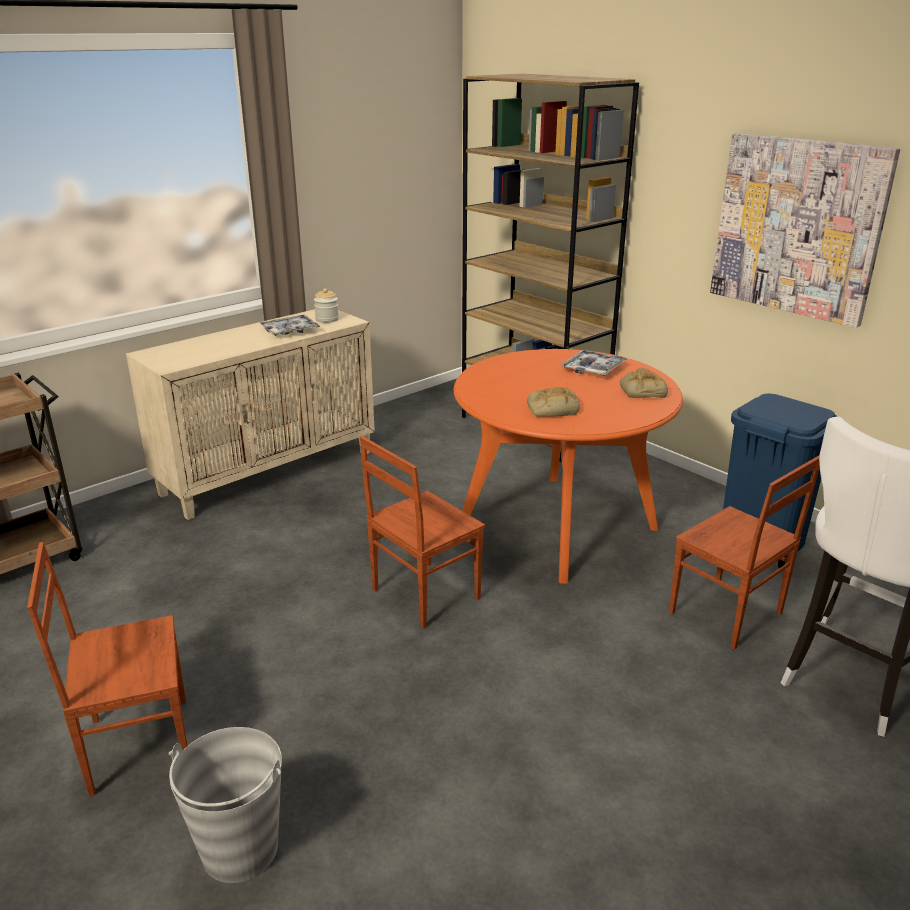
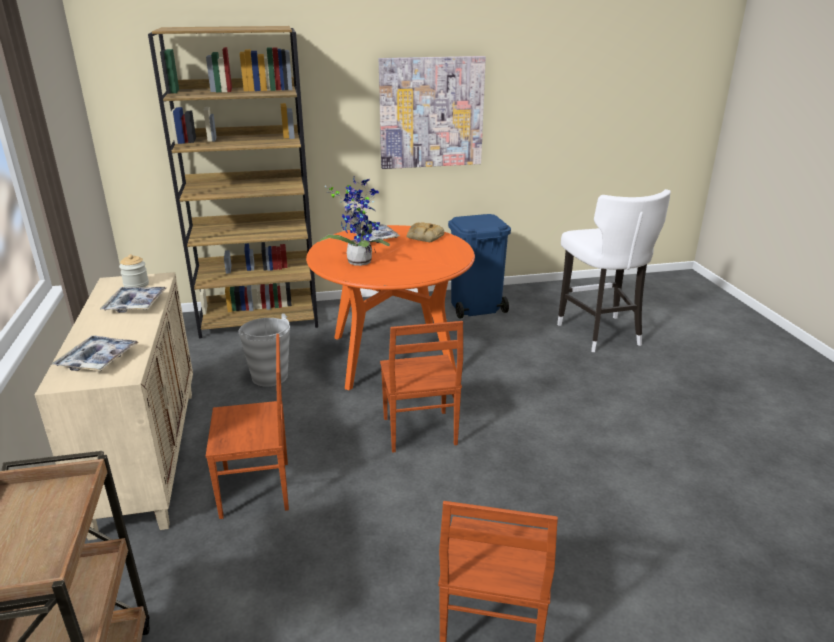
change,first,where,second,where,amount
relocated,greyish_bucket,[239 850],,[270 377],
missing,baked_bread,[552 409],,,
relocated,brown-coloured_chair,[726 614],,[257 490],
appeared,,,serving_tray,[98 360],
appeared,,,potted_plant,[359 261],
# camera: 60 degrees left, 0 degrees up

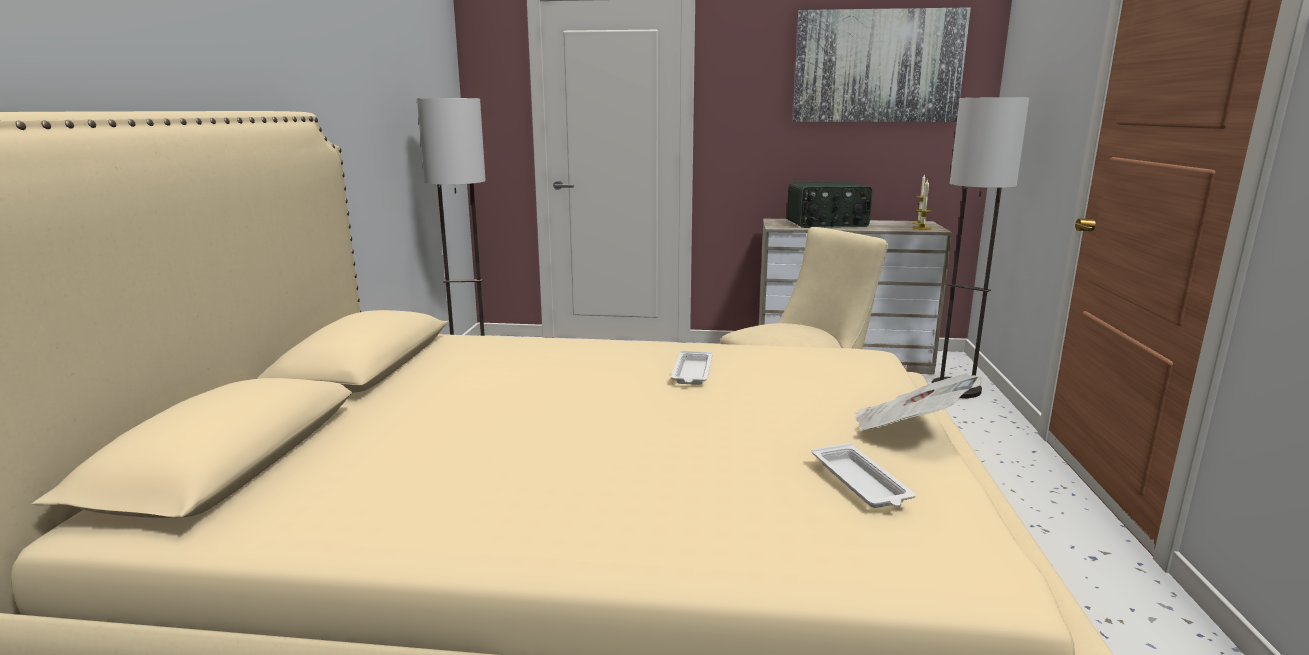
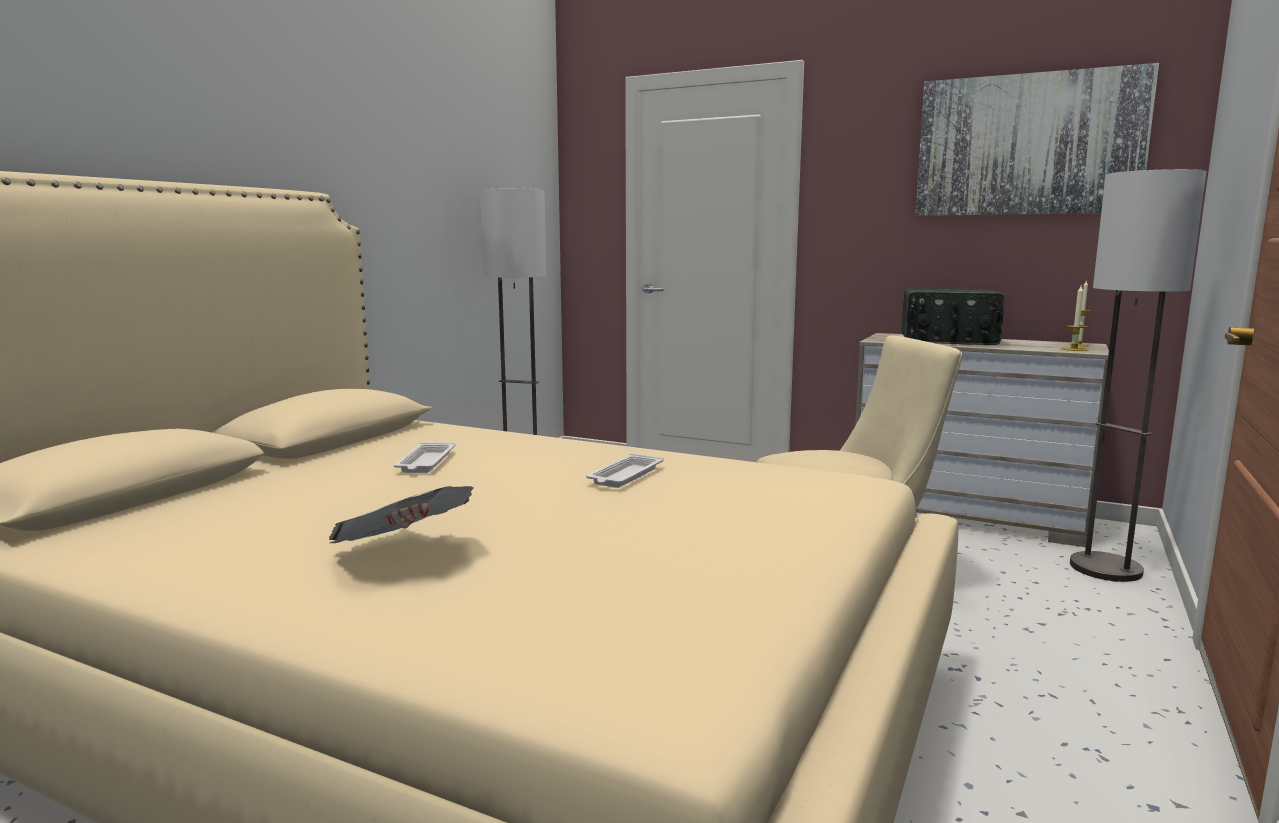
change,first,where,second,where,amount
relocated,white_serving_tray,[861 483],,[425 463],
relocated,newspaper,[907 431],,[403 553],
# camera: 20 degrees right, 5 degrees down

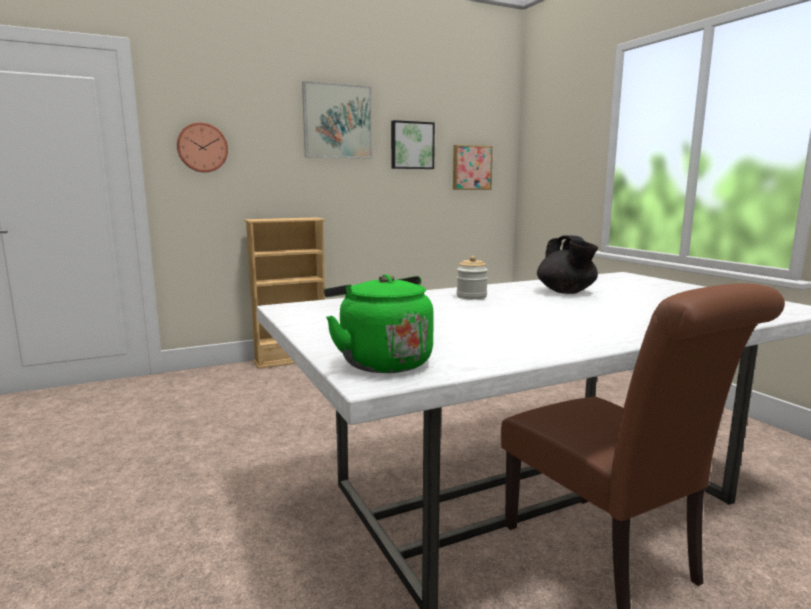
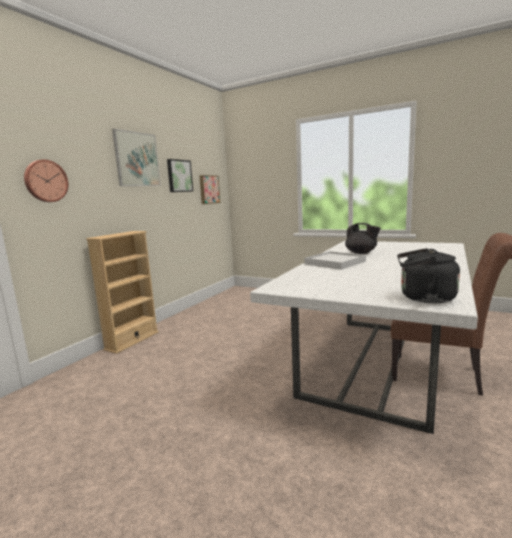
change,first,where,second,where,amount
colour,greenish_kettle,[381 362],black_kettle,[423 298],
exchanged,storage_jar,[471 296],white_serving_tray,[335 263],
# camera: 35 degrees left, 0 degrees up

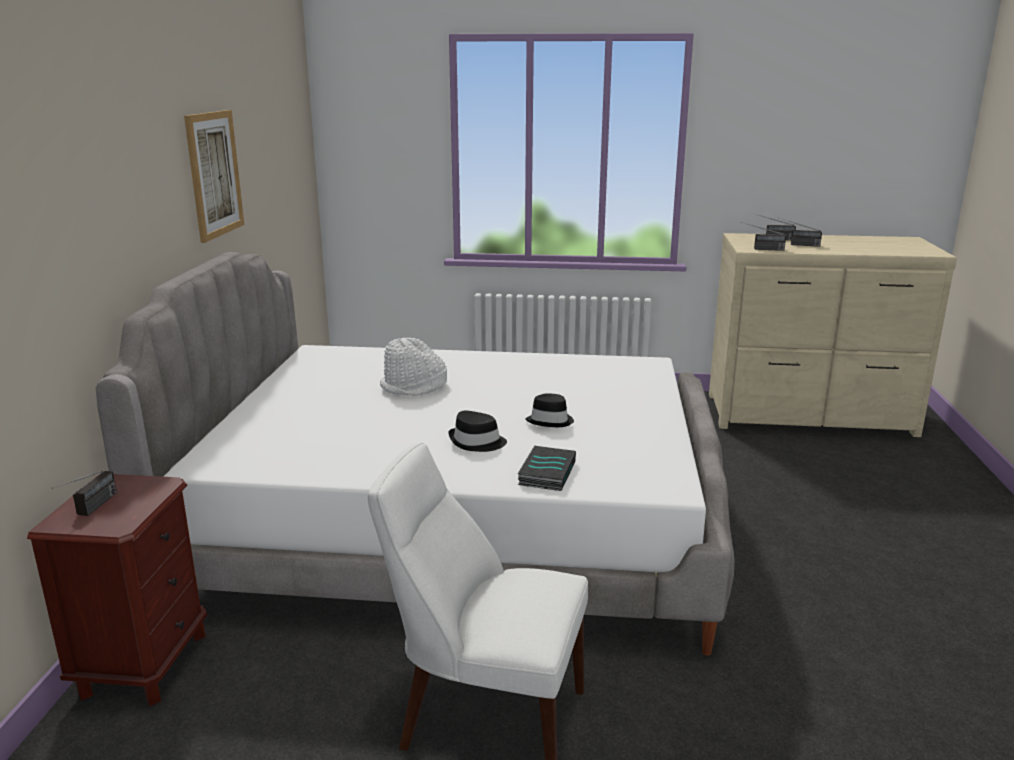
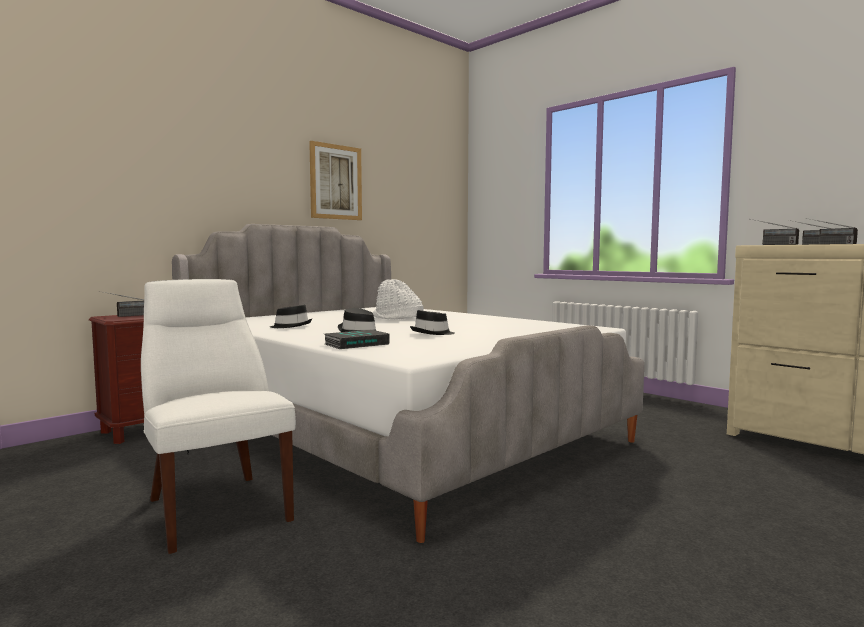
change,first,where,second,where,amount
appeared,,,black_clothing_hat,[291 326],
# camera: 40 degrees right, 15 degrees down

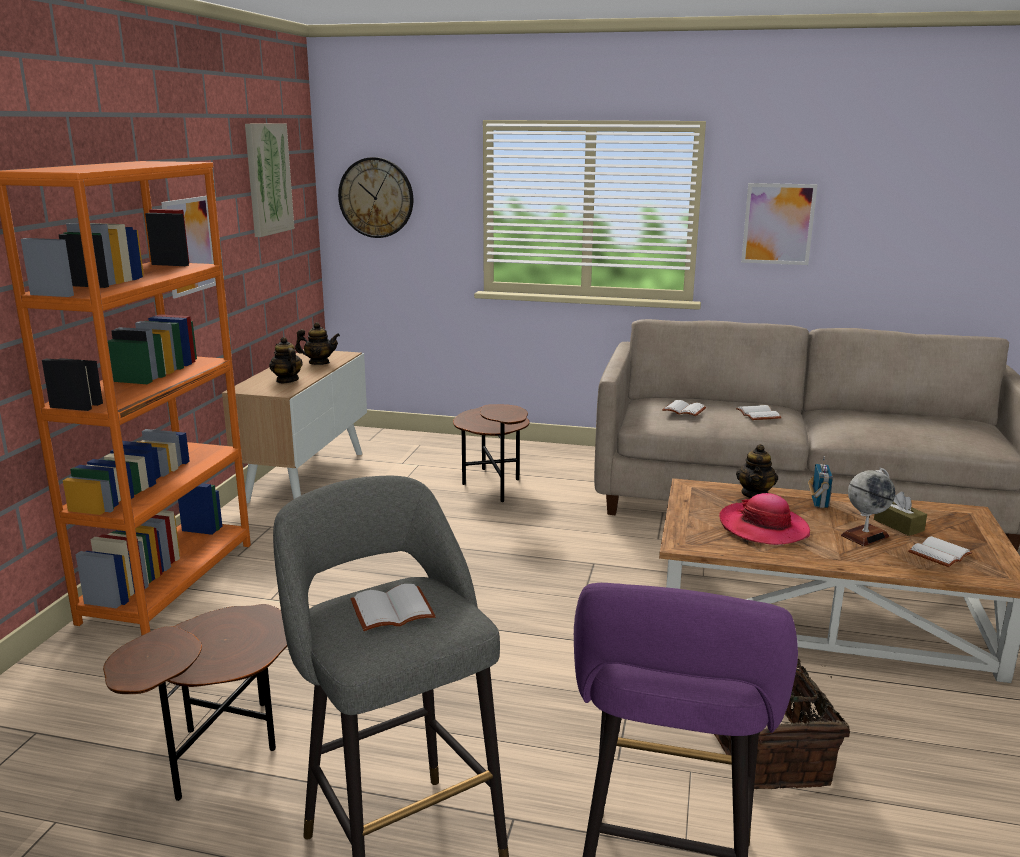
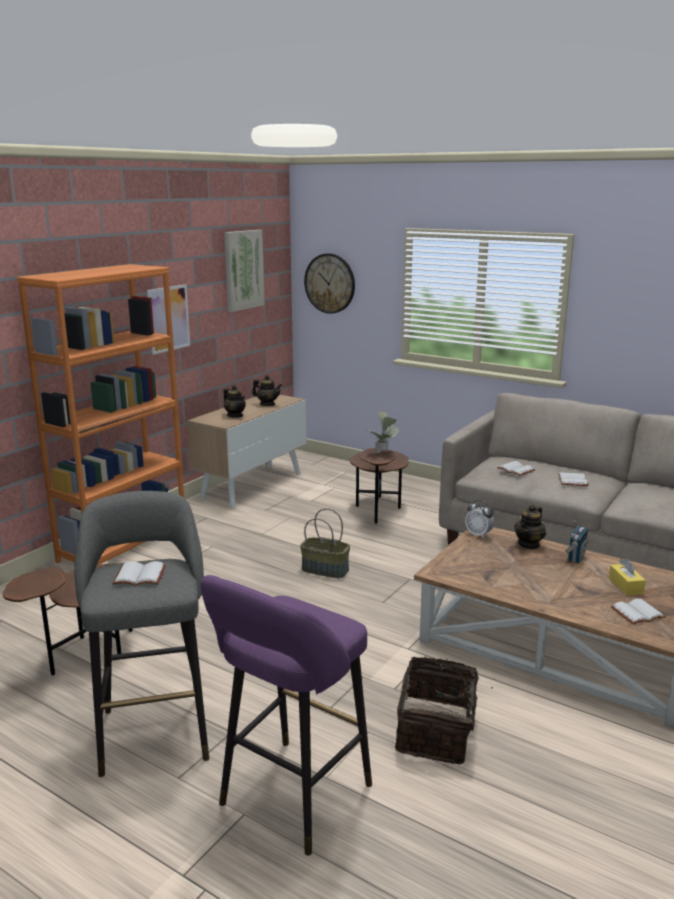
change,first,where,second,where,amount
spun,pot_for_tea,[287 380],,[235 415],150 degrees clockwise
missing,clothing_hat,[763 527],,,
missing,wall_art,[778 224],,,
missing,globe,[865 536],,,
colour,brown-coloured_tissue_box,[898 525],yellow-coloured_tissue_box,[625 586],
appeared,,,basket,[325 569],
appeared,,,potted_plant,[383 453],
appeared,,,bedside_clock,[478 534],
# camera: 20 degrees right, 0 degrees up

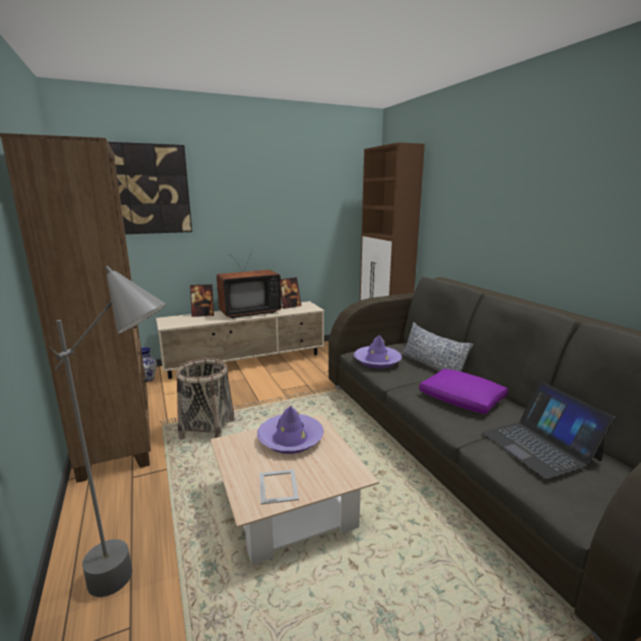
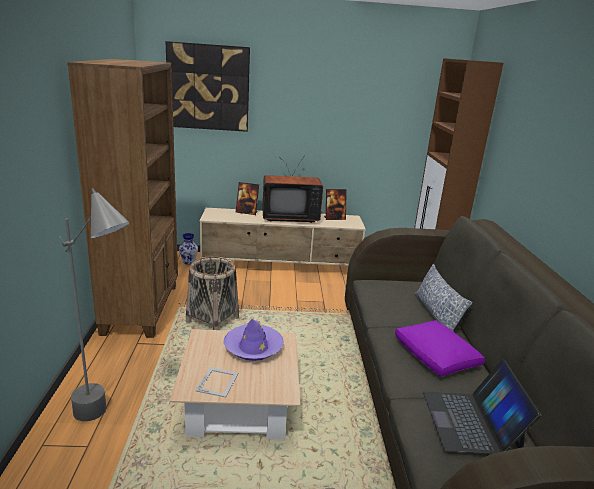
change,first,where,second,where,amount
missing,purple_clothing_hat,[377 361],,,
# camera: 20 degrees right, 5 degrees up

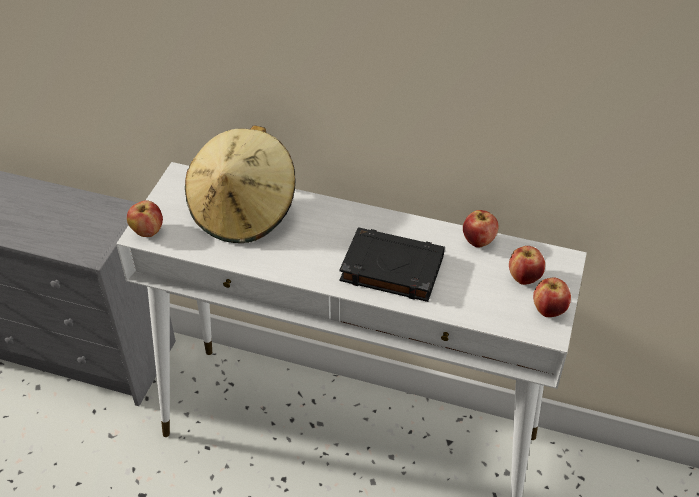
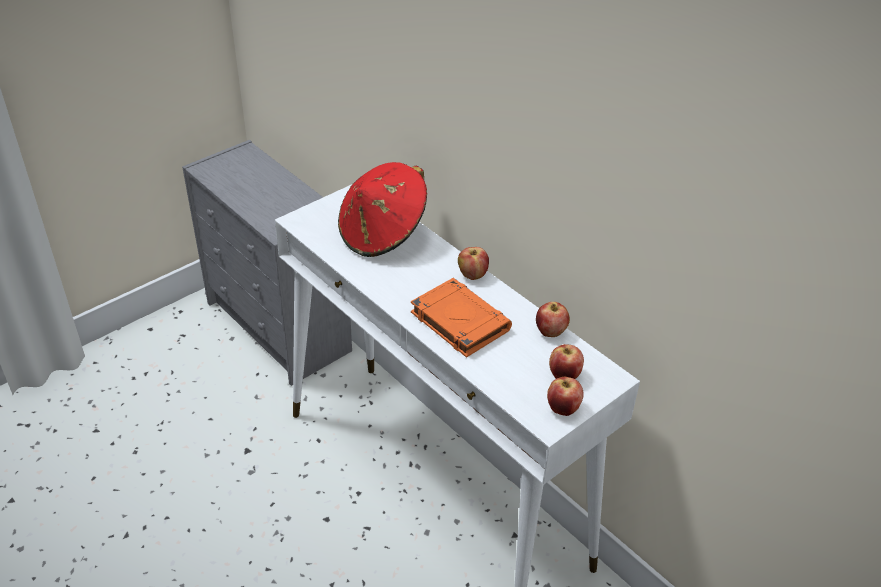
change,first,where,second,where,amount
relocated,apple_fruit,[148 231],,[472 275],
colour,sand-coloured_clothing_hat,[243 211],reddish_clothing_hat,[383 234],
colour,black_volume,[390 269],orangey_volume,[459 321],
# camera: 30 degrees right, 5 degrees down

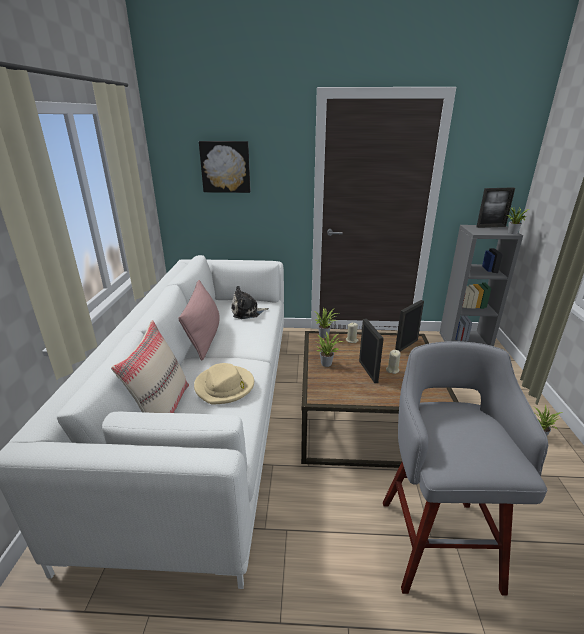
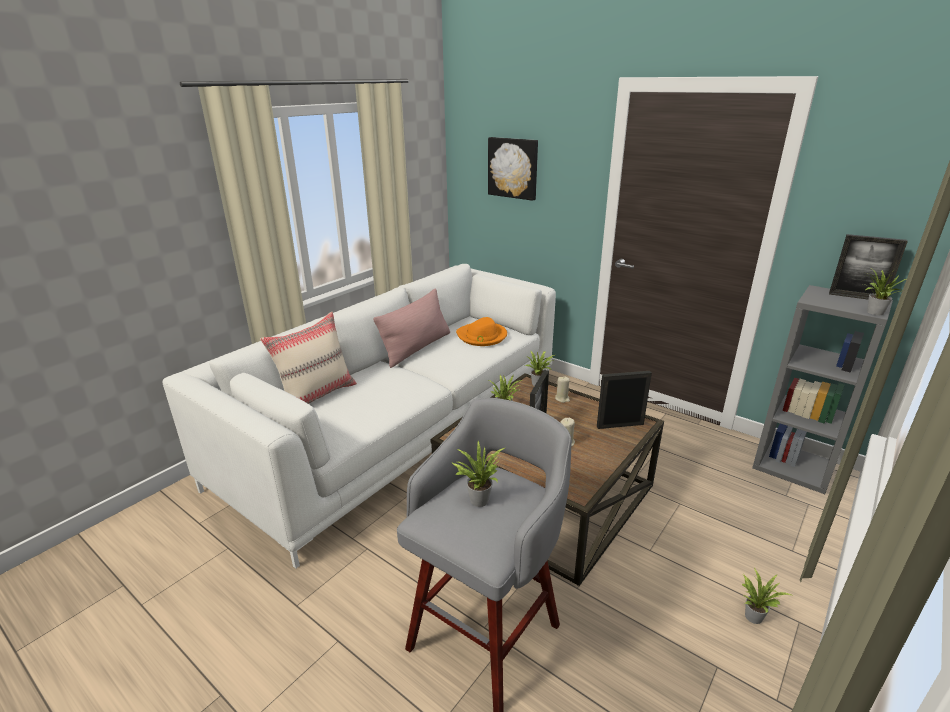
change,first,where,second,where,amount
missing,sand-coloured_clothing_hat,[225 387],,,
exchanged,soft_toy,[247 312],orangey_clothing_hat,[482 336],
appeared,,,potted_plant,[477 498],
# camera: 35 degrees right, 0 degrees up

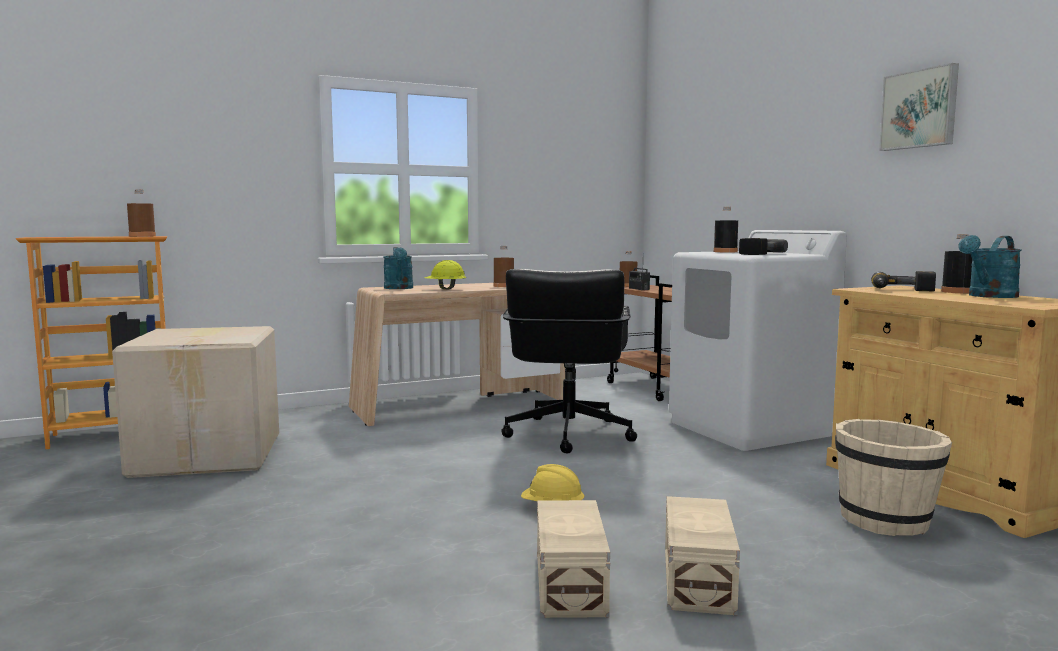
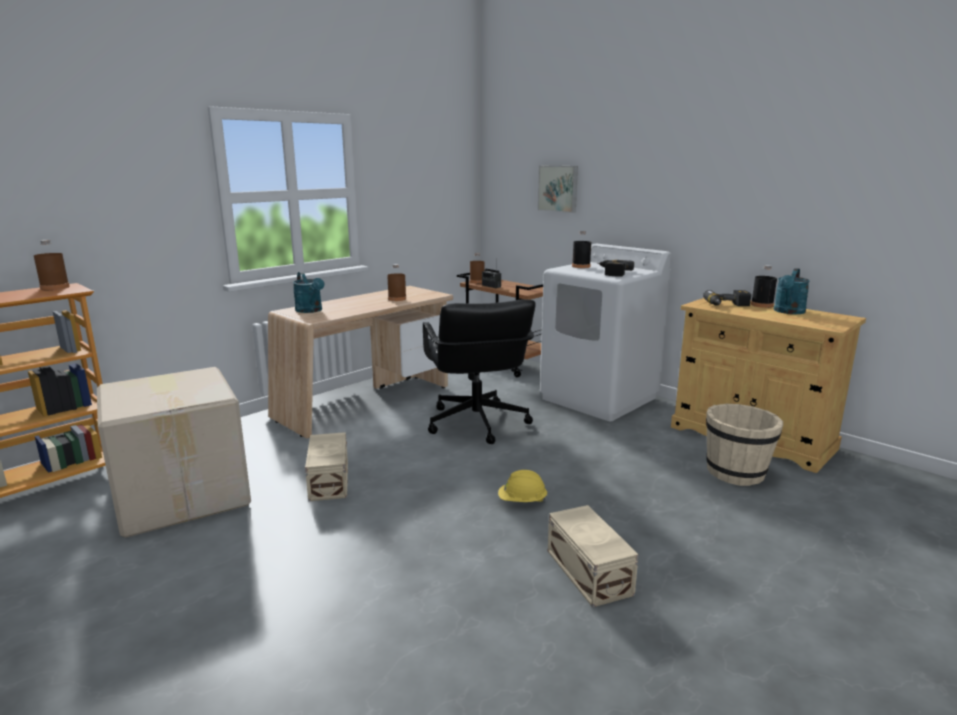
change,first,where,second,where,amount
missing,yellow-coloured_hard_hat,[445 289],,,
relocated,sand-coloured_storage_container,[696 581],,[328 481],
relocated,wall_art,[920 109],,[558 188],
# camera: 20 degrees left, 10 degrees up

